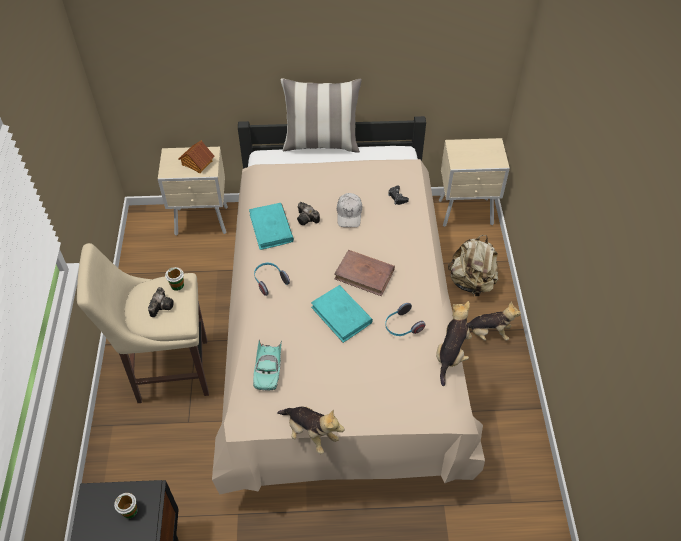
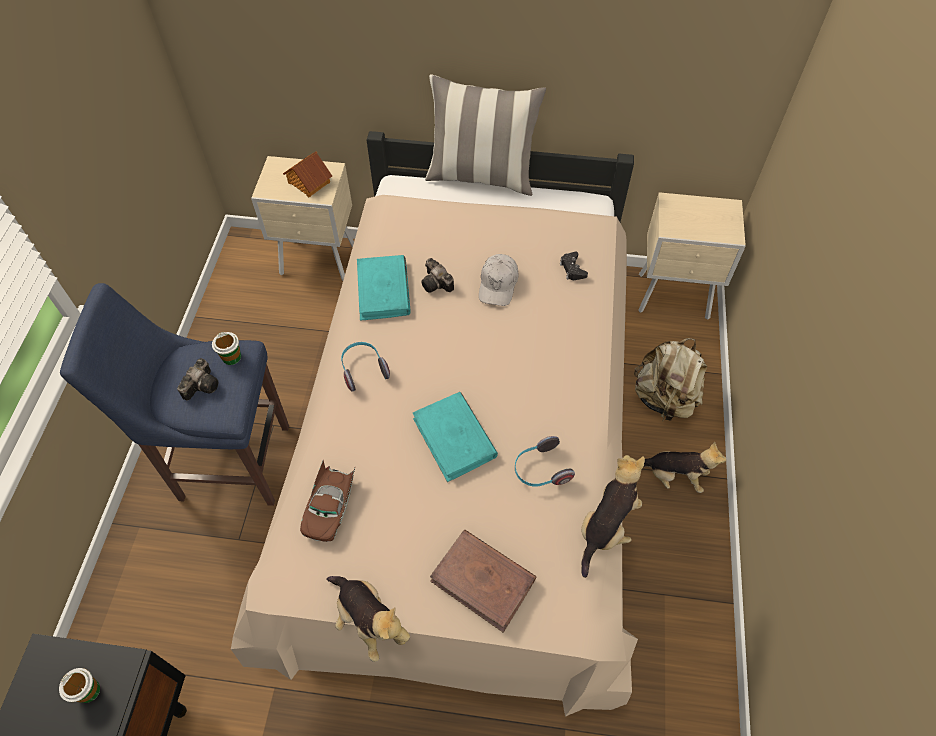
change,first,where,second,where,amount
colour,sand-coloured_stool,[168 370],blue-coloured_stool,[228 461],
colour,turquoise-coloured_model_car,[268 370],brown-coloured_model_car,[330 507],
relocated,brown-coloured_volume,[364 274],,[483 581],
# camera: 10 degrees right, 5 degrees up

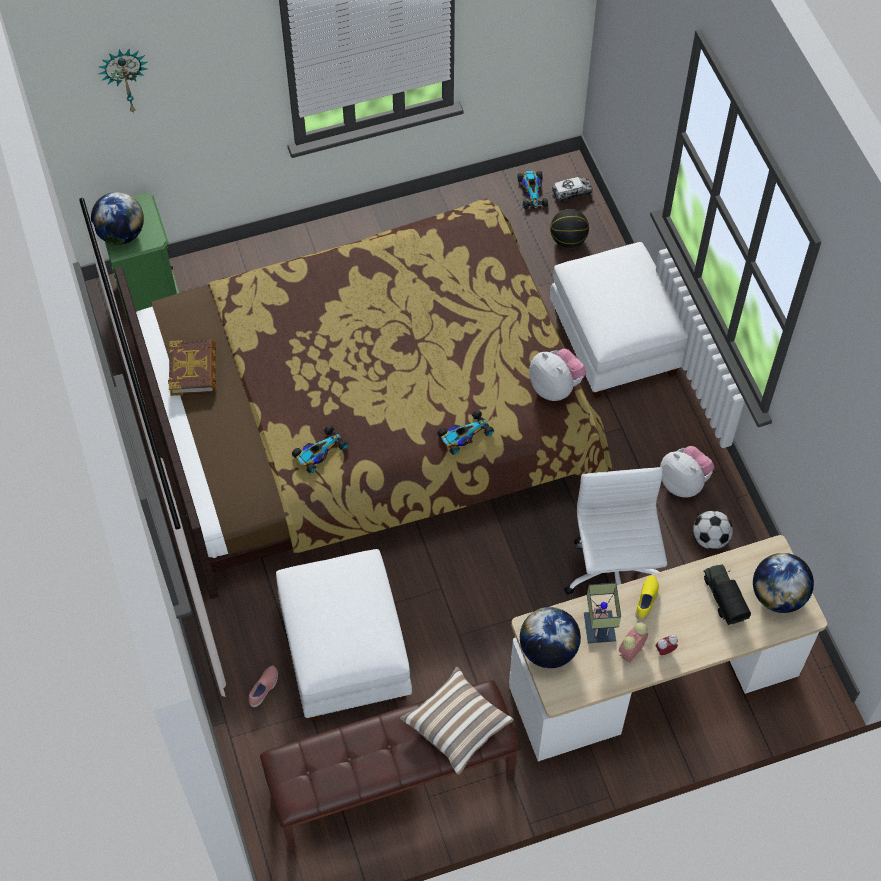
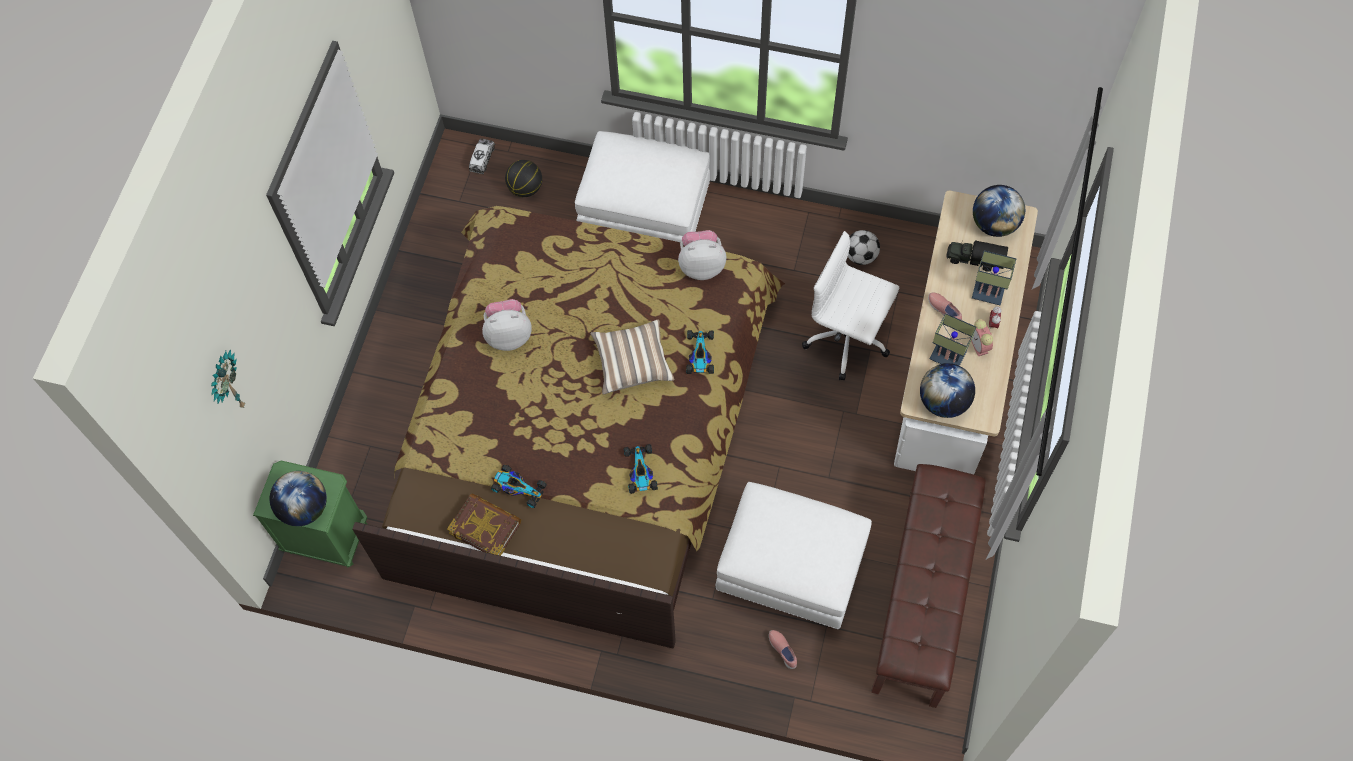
change,first,where,second,where,amount
relocated,pillow,[457 725],,[632 363],
relocated,model_car,[532 191],,[518 487],
colour,yellow-coloured_low_shoe,[647 601],pink-coloured_low_shoe,[944 311],
relocated,soft_toy,[684 482],,[509 335],
appeared,,,tabletop_lamp,[986 294],
# camera: 55 degrees left, 5 degrees up

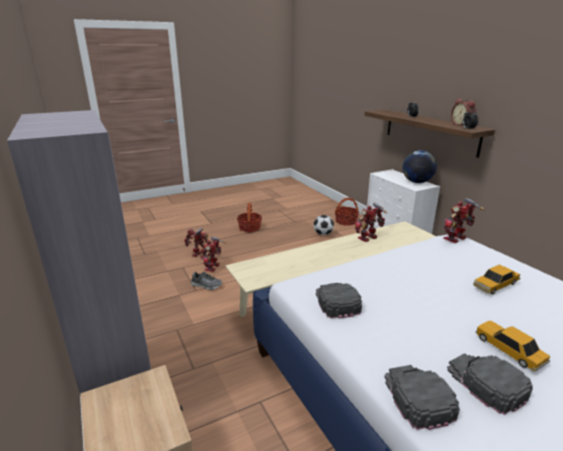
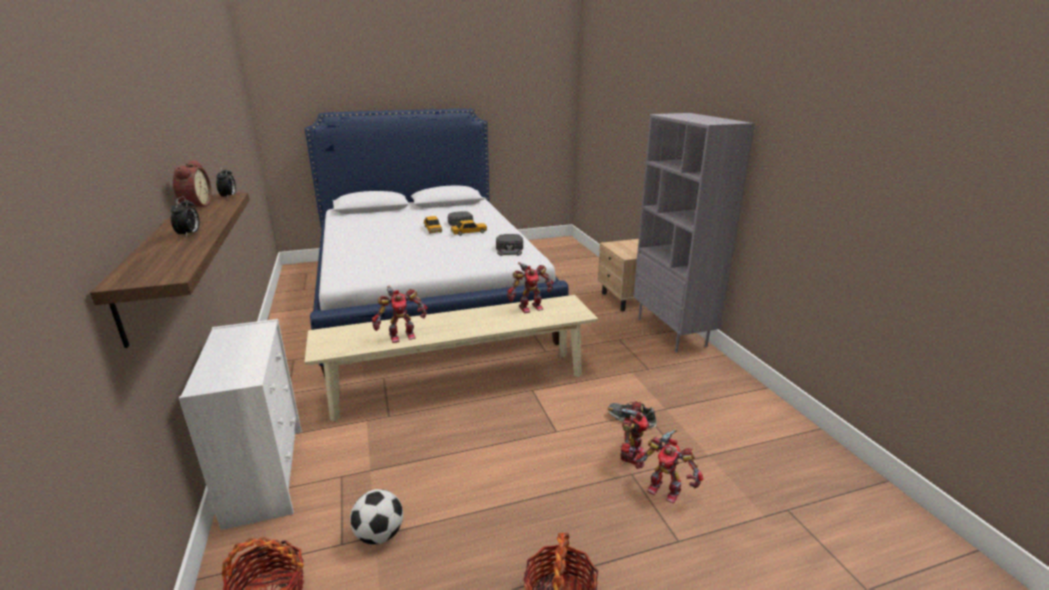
change,first,where,second,where,amount
missing,black_baseball_cap,[417 397],,,
missing,globe,[417 182],,,
relocated,robot_figure,[456 239],,[530 307],
relocated,model_car,[495 284],,[469 232],
# camera: 170 degrees left, 0 degrees up

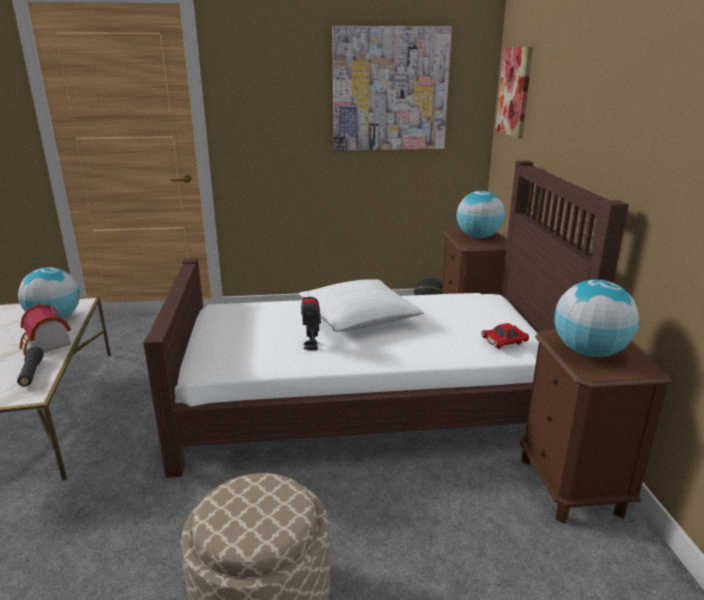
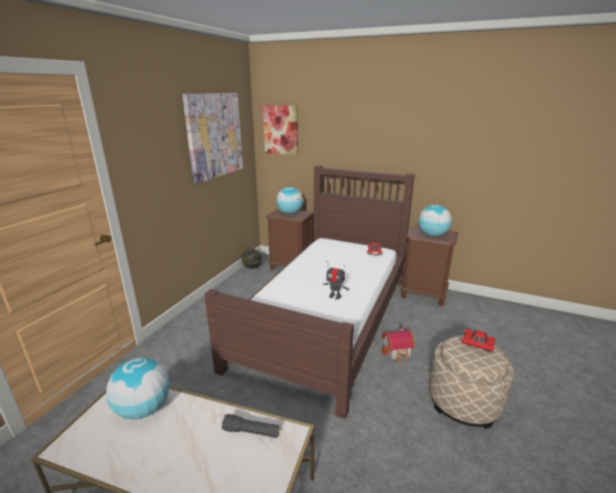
change,first,where,second,where,amount
relocated,miniature_house,[46 345],,[398 352],
missing,white_pillow,[359 318],,,
appeared,,,reddish_model_car,[477 345],
# camera: 60 degrees left, 0 degrees up

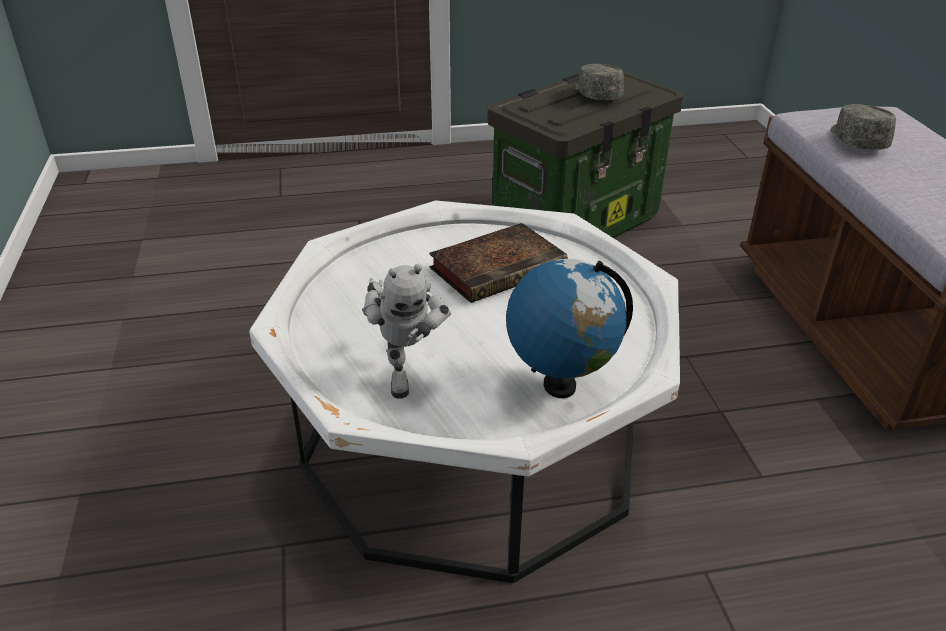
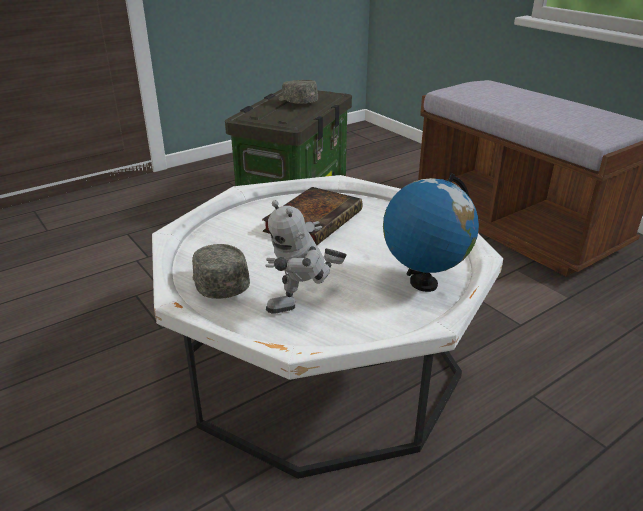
change,first,where,second,where,amount
spun,robot_figure,[405 371],,[304 305],90 degrees clockwise
relocated,greyish_baseball_cap,[856 140],,[219 282],
# camera: 25 degrees left, 5 degrees down

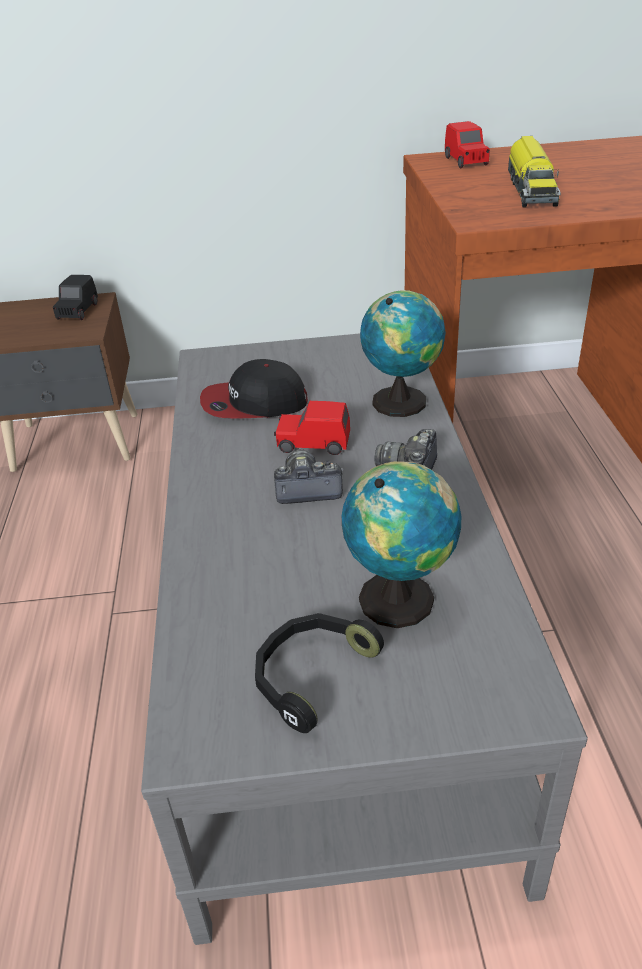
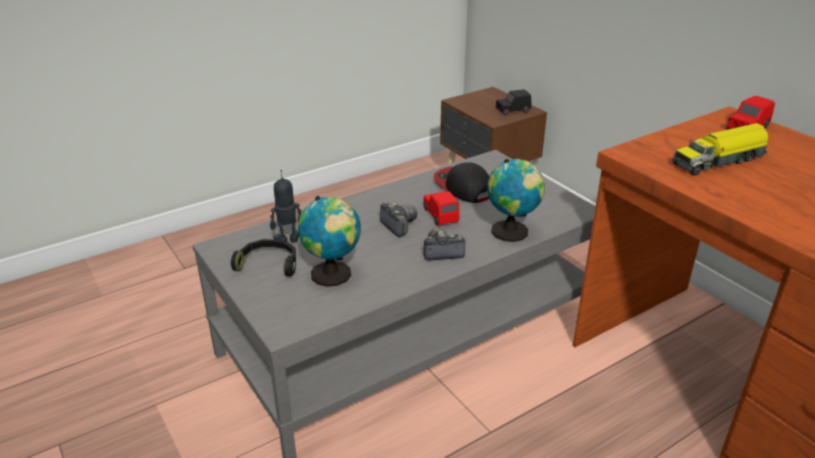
change,first,where,second,where,amount
appeared,,,robot_figure,[288 241],
# camera: 60 degrees right, 5 degrees down

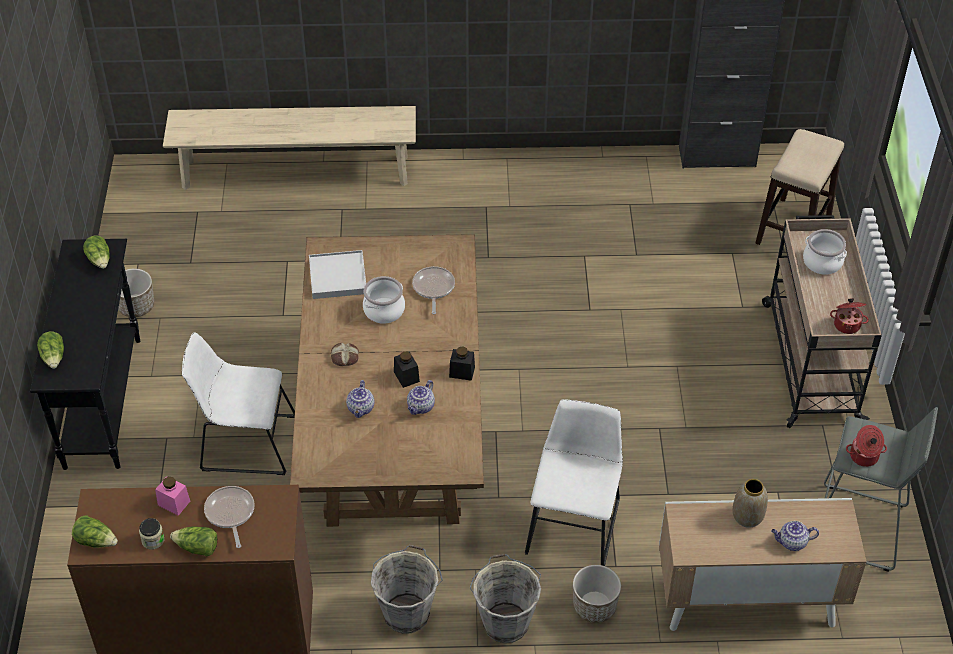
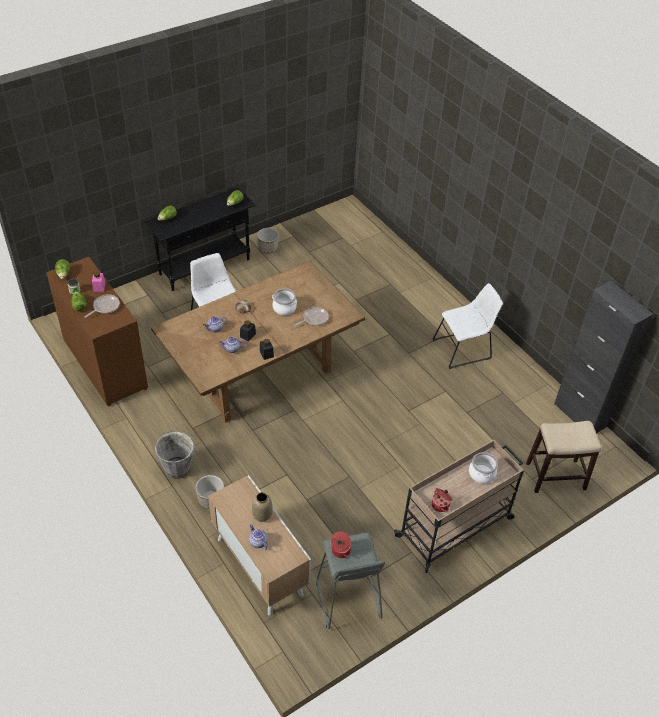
change,first,where,second,where,amount
missing,sand-coloured_indoor_bench,[296 172],,,
missing,white_serving_tray,[338 277],,,
missing,greyish_bucket,[407 612],,,
relocated,white_chair,[574 522],,[464 348],
# camera: 55 degrees right, 0 degrees up

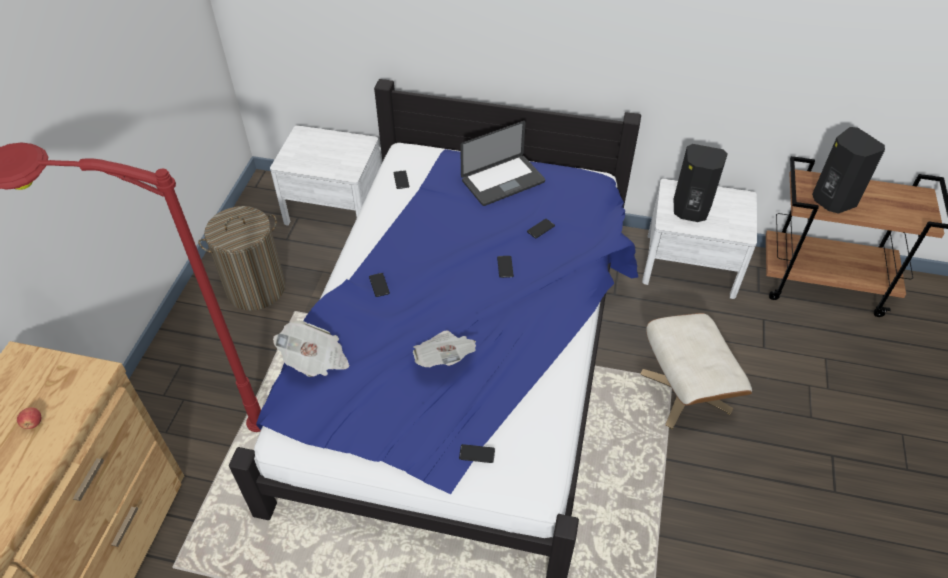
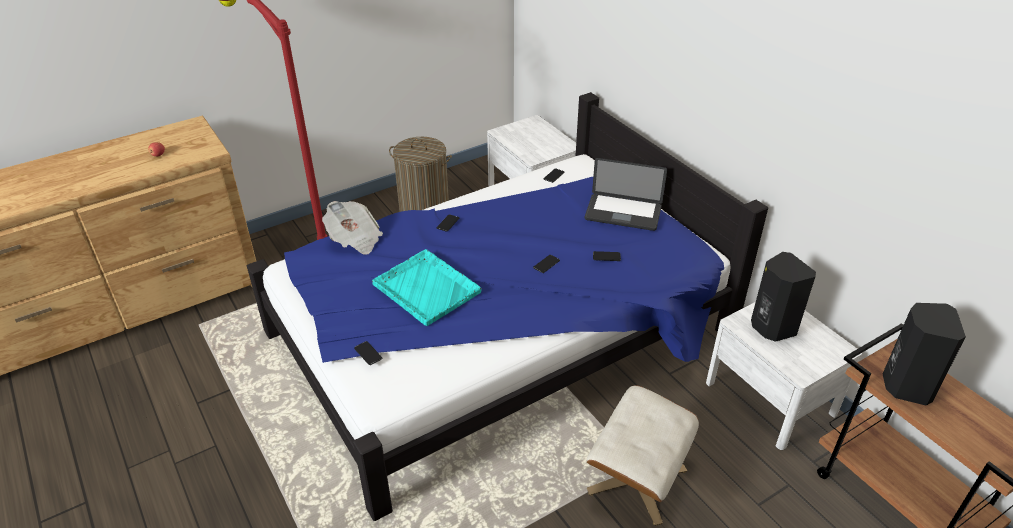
change,first,where,second,where,amount
exchanged,newspaper,[444 358],turquoise-coloured_serving_tray,[426 288],
# camera: 45 degrees right, 10 degrees down

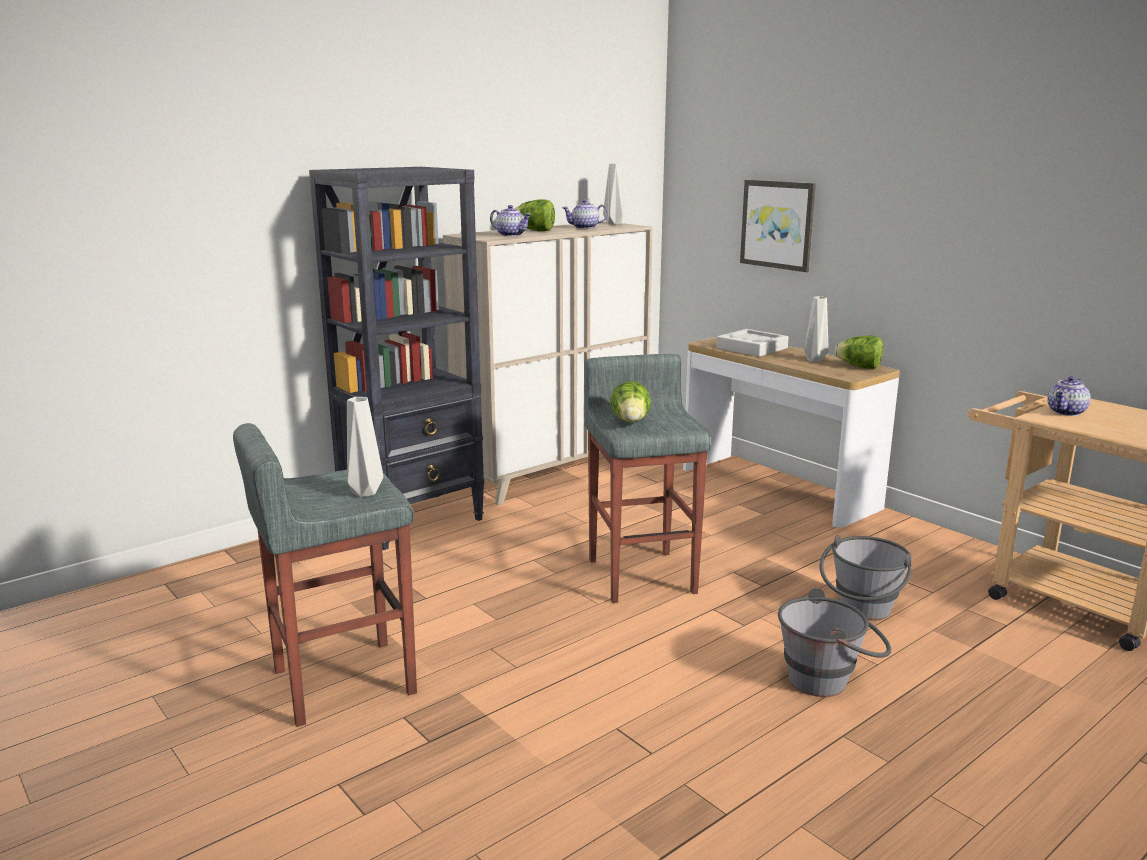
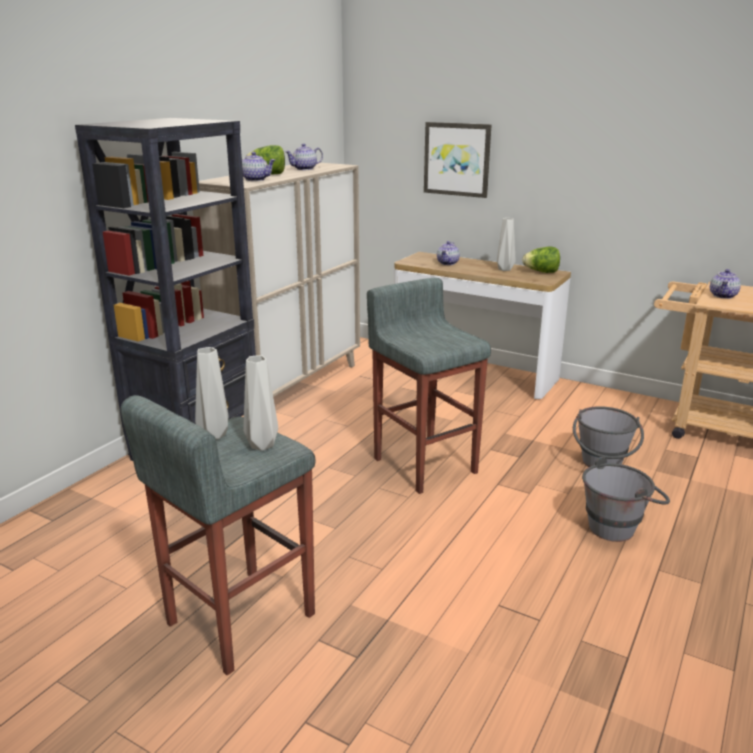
change,first,where,second,where,amount
relocated,greyish_flower_vase,[613 224],,[214 435],
missing,lettuce_head,[631 422],,,
exchanged,greyish_serving_tray,[752 348],pot_for_tea,[448 263],
# camera: 20 degrees left, 5 degrees up

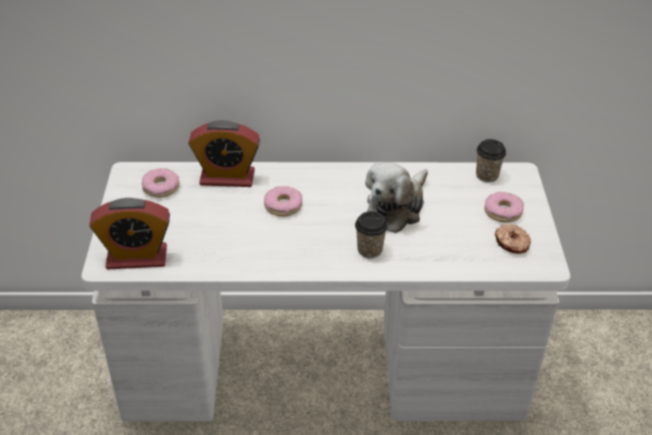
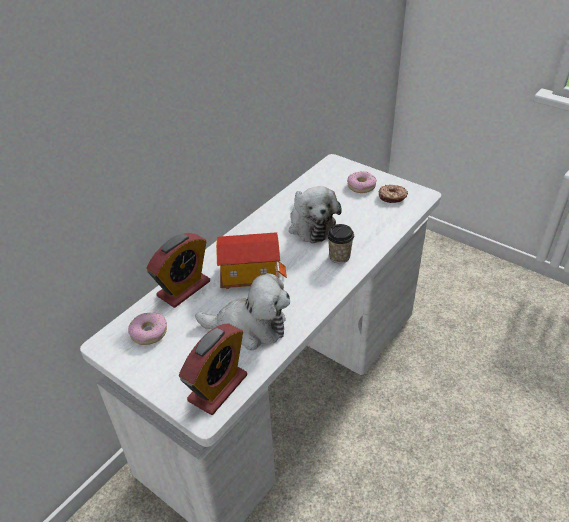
change,first,where,second,where,amount
exchanged,doughnut,[283 206],miniature_house,[250 275],
missing,cup,[487 175],,,
appeared,,,soft_toy,[250 327],
# camera: 50 degrees left, 0 degrees up

